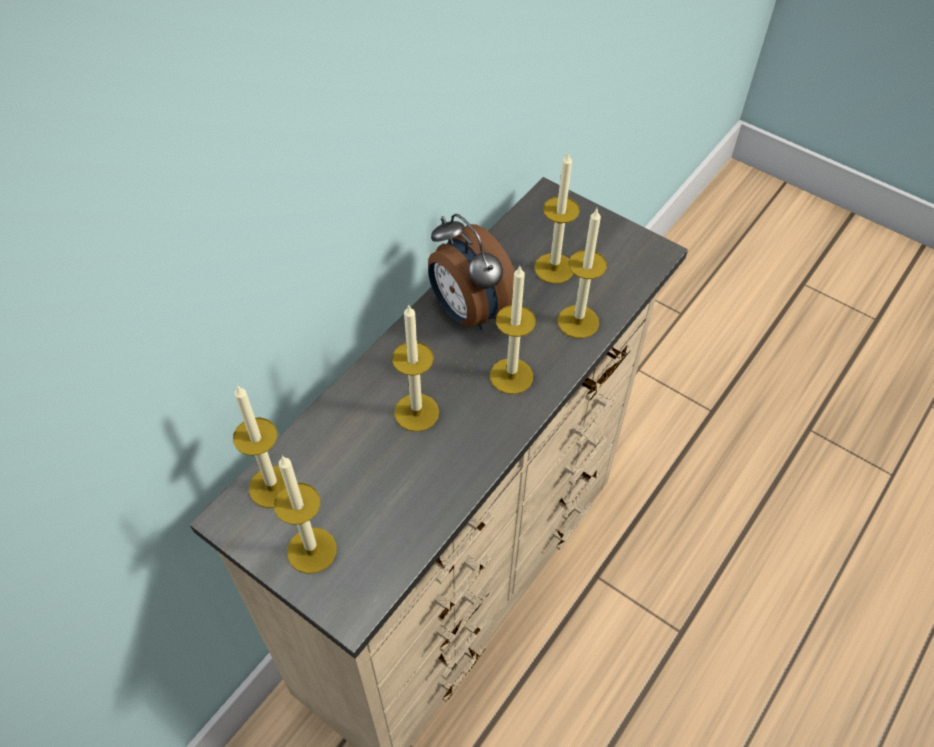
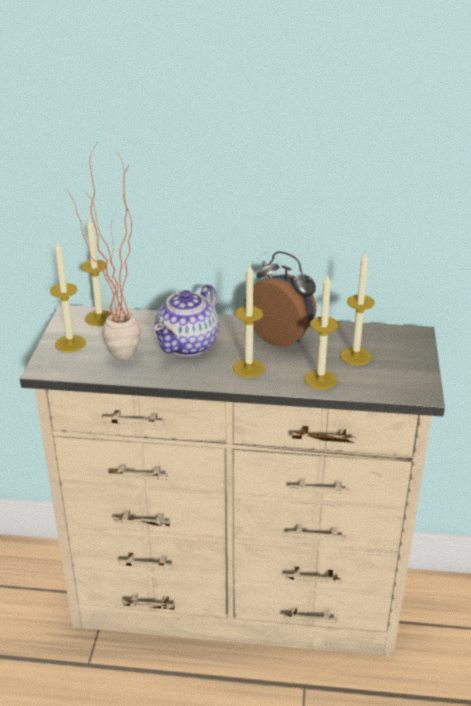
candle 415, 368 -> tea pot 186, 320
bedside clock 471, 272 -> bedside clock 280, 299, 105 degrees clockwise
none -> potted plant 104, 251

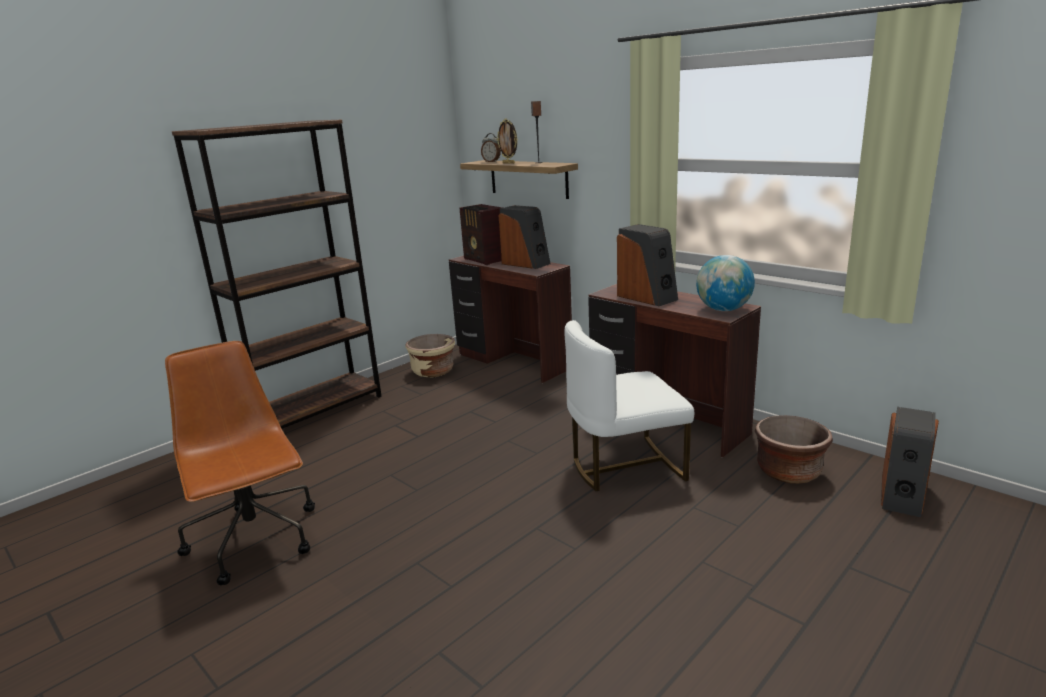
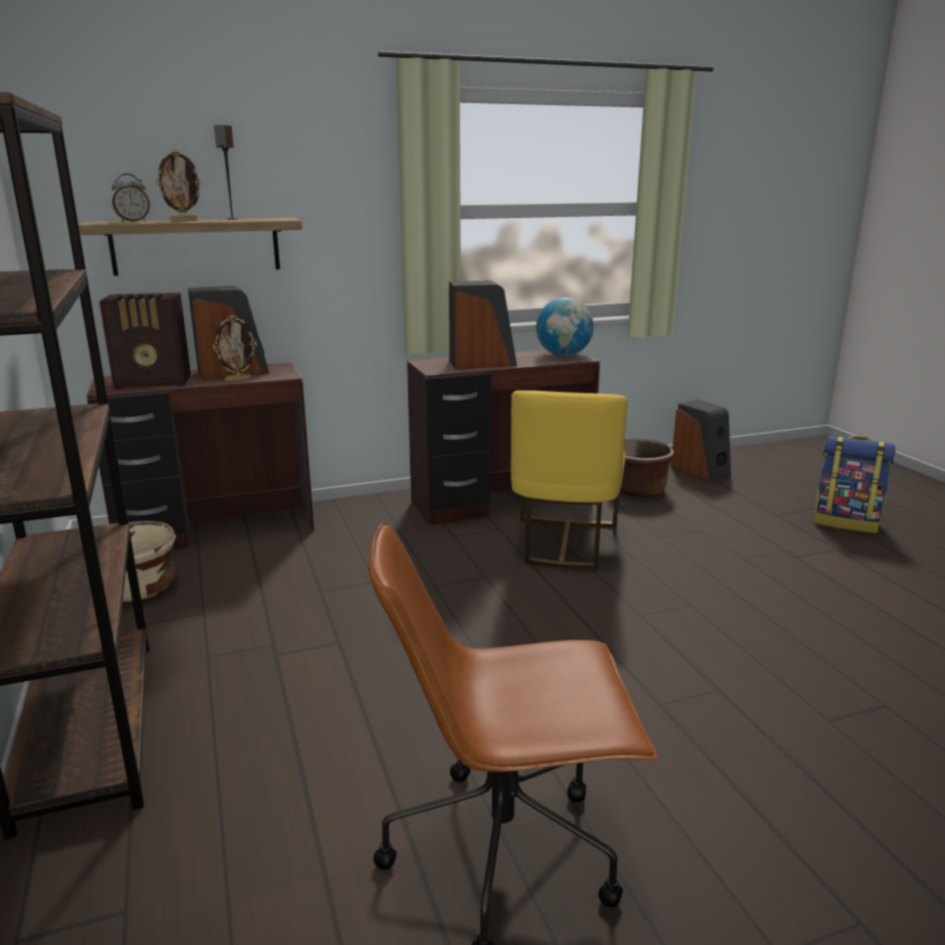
chair (white) 629, 405 -> chair (yellow-coloured) 569, 479
none -> photo frame 235, 348
none -> knapsack 855, 484

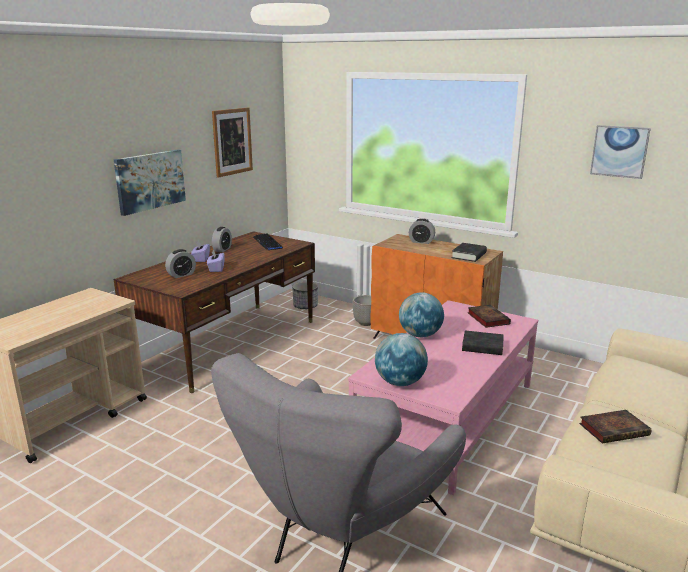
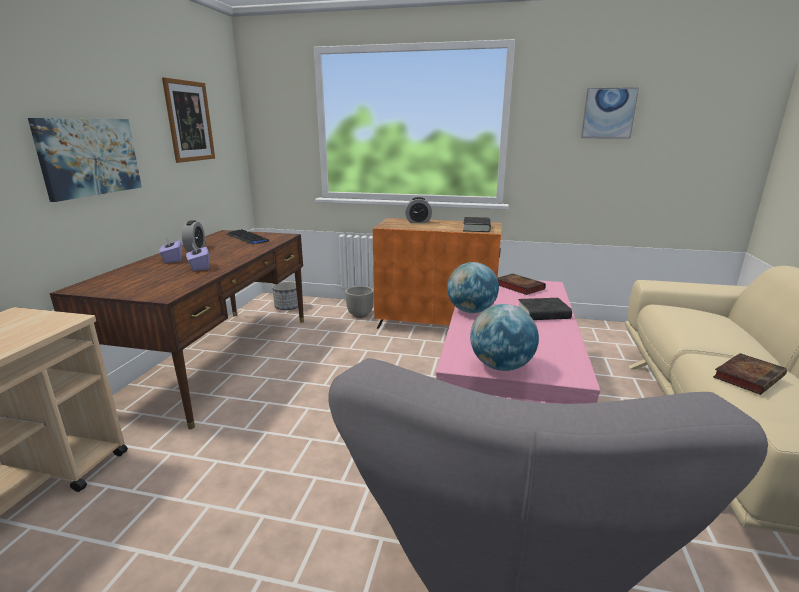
bedside clock 180, 263 -> none

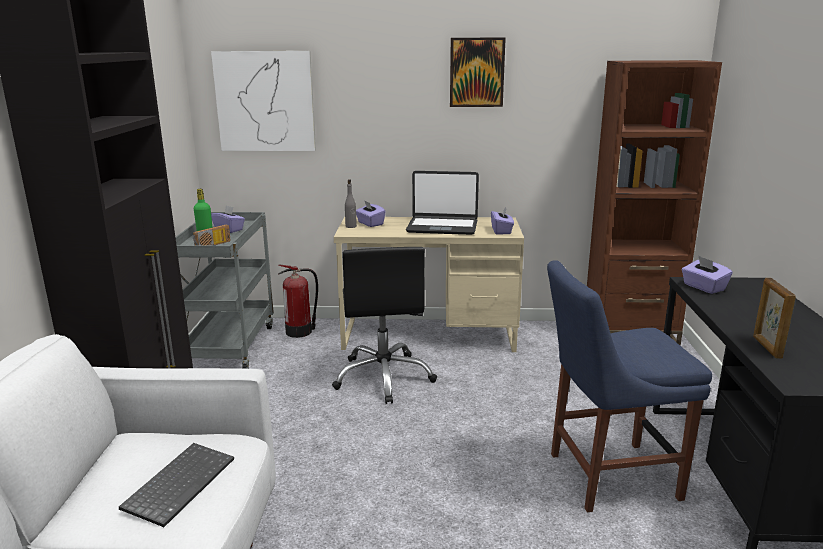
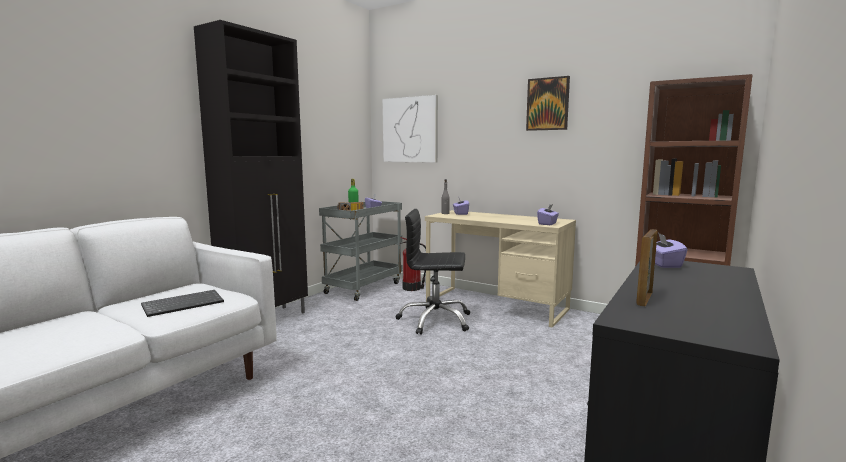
office chair (blackish) 384, 325 -> office chair (blackish) 433, 272, 75 degrees clockwise
portable computer 442, 203 -> none
chair (blue-coloured) 629, 386 -> none

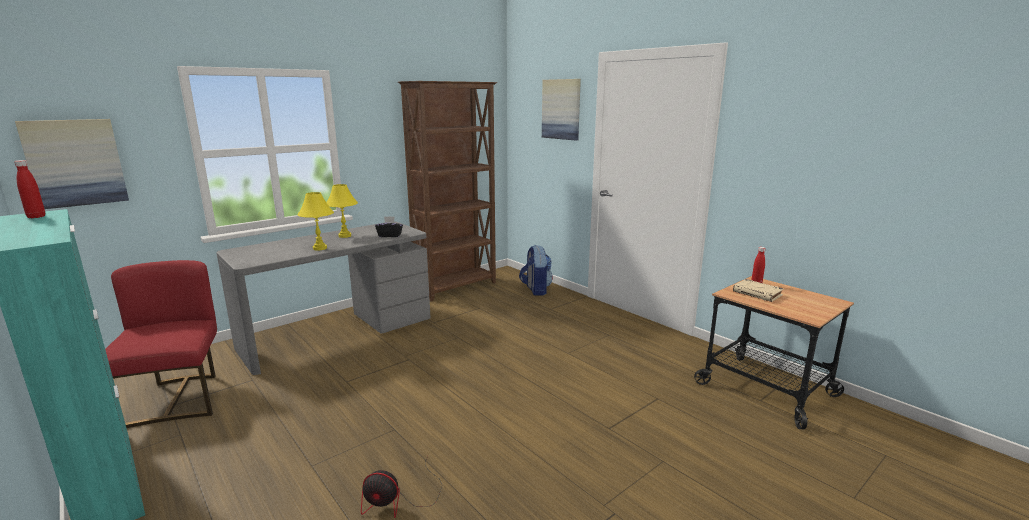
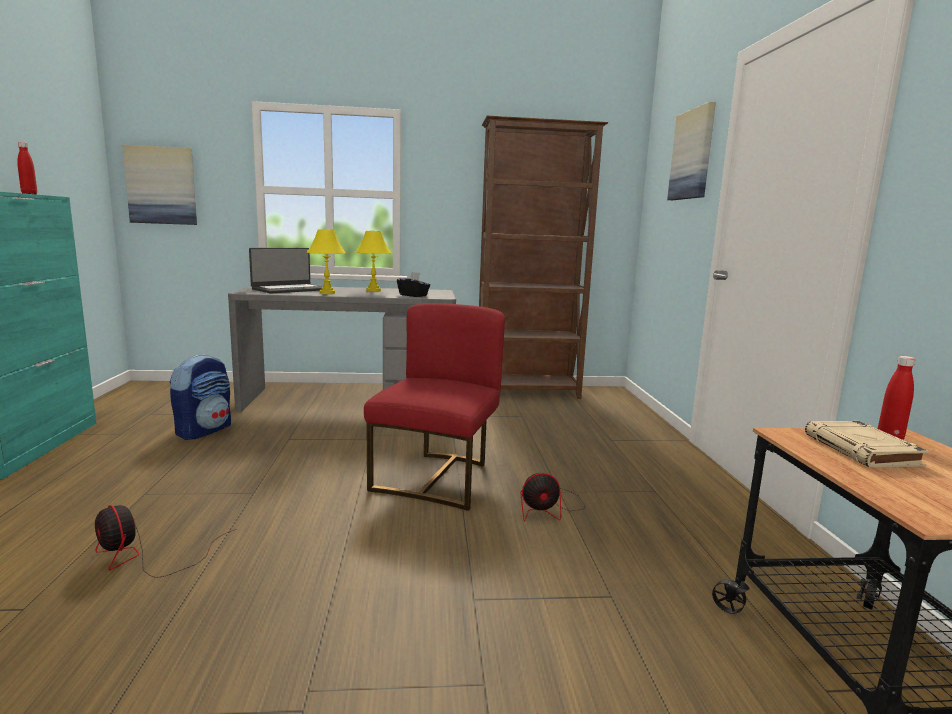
chair (red) 161, 344 -> chair (red) 434, 407, move
knapsack 536, 270 -> knapsack 200, 397, move
none -> portable computer 286, 271
none -> cooling fan 553, 497

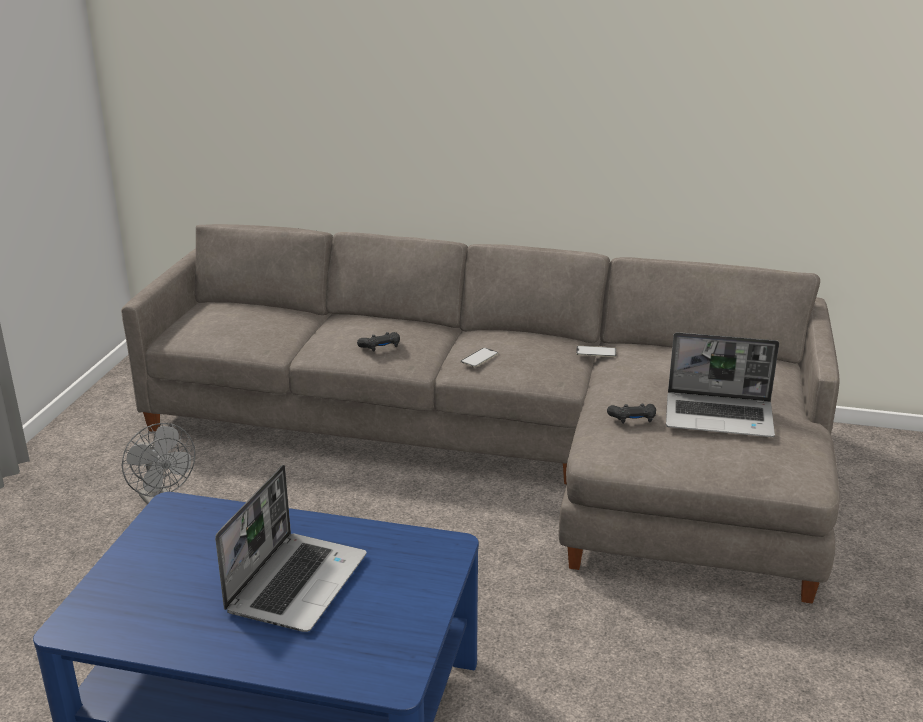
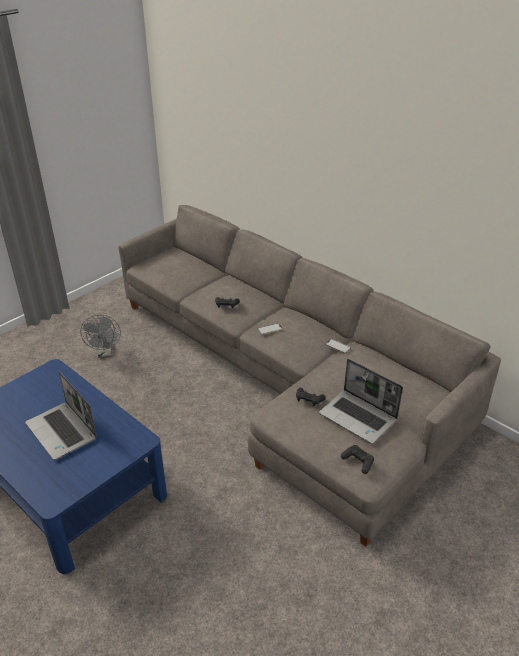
portable computer 290, 548 -> portable computer 61, 415, 90 degrees clockwise
none -> game controller (blackish) 357, 459

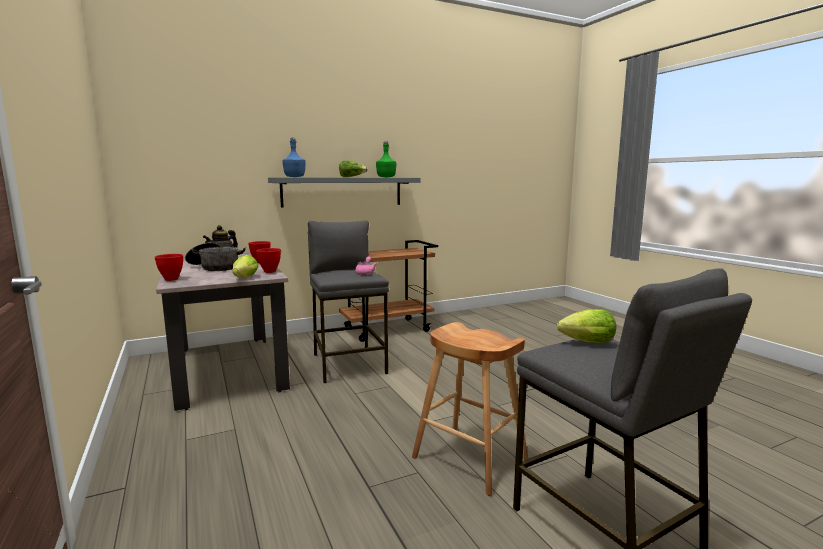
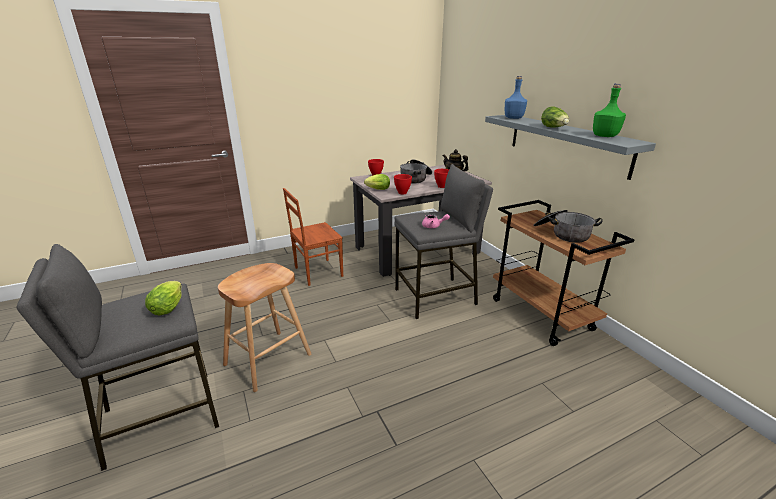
none -> chair (brownish) 313, 237
none -> saucepot 568, 226

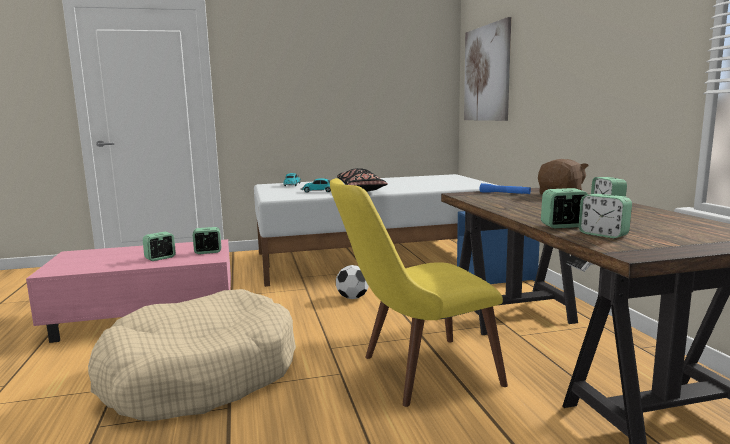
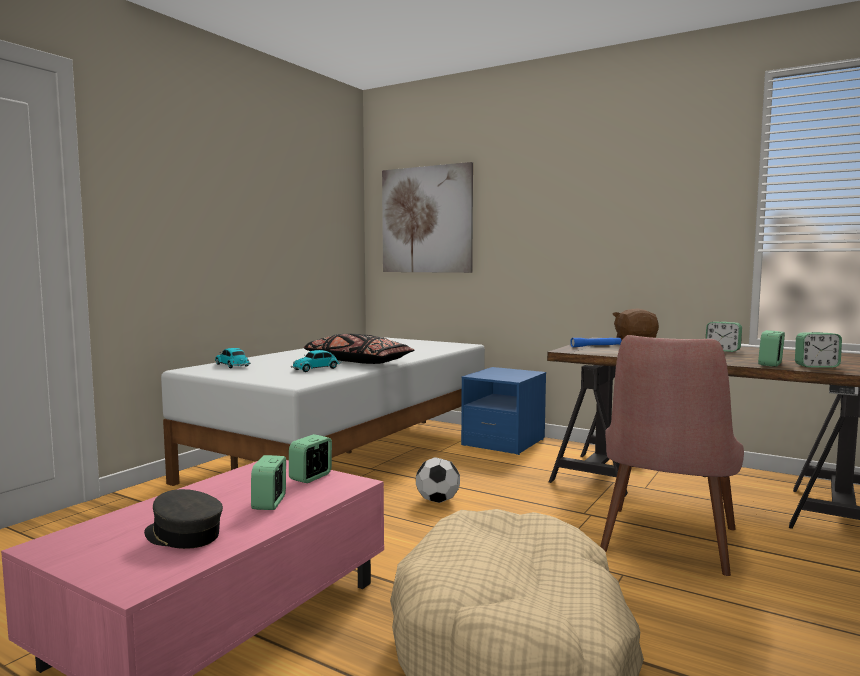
chair (yellow-coloured) 419, 292 -> chair (pinkish) 672, 455
none -> cap (gray) 183, 519

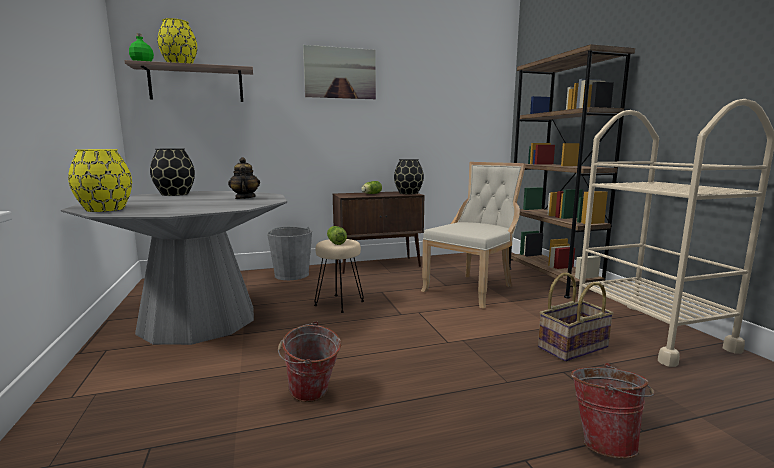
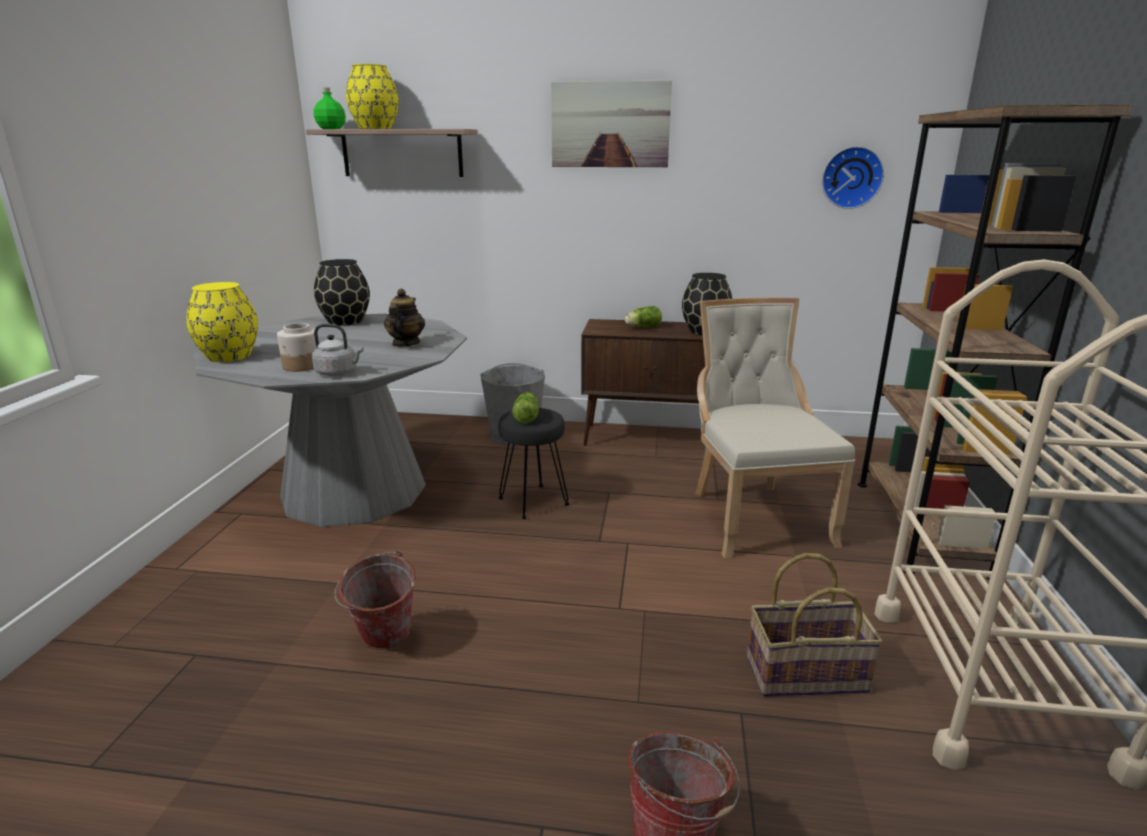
stool seat (beige-coloured) 339, 276 -> stool seat (blackish) 533, 463
chair (beige-coloured) 473, 235 -> chair (beige-coloured) 775, 428, 75 degrees counterclockwise
none -> preserve jar 298, 347
none -> water kettle (gray) 337, 350
none -> clock on the wall 853, 177

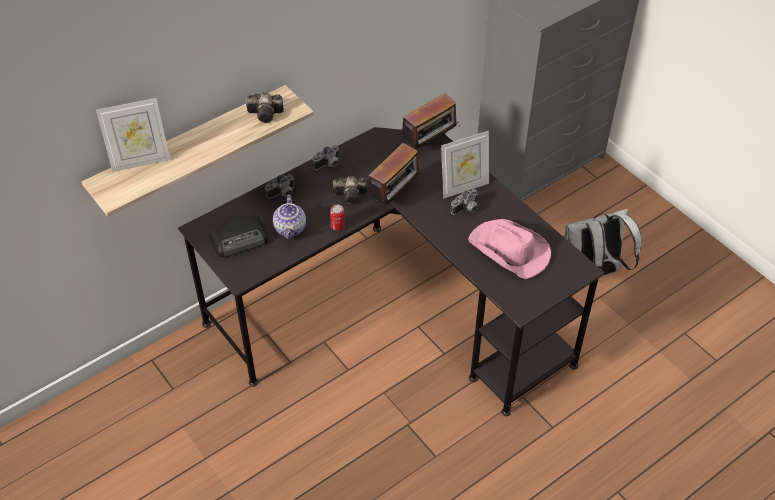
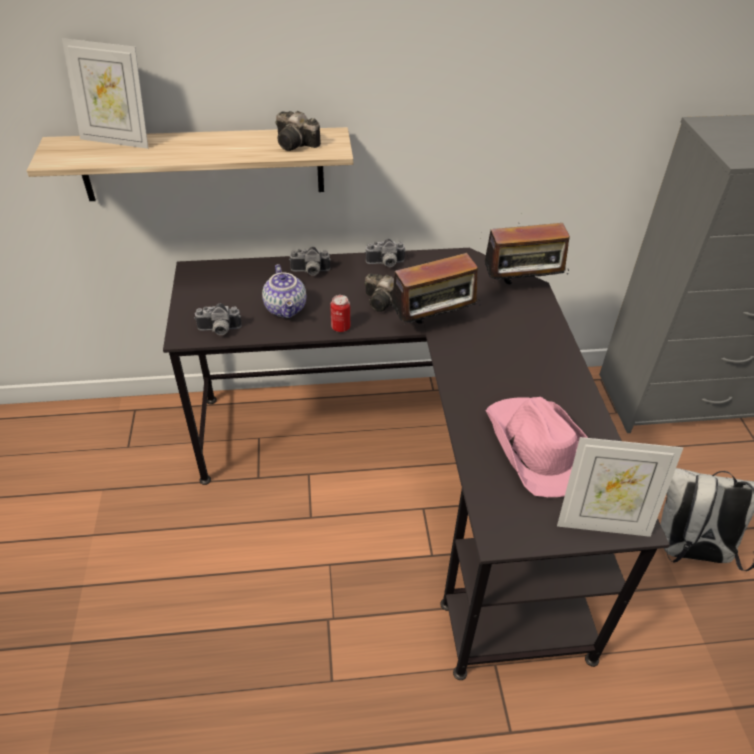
radio set 238, 236 -> none
tea pot 289, 217 -> tea pot 284, 291, 45 degrees counterclockwise
photo frame 465, 165 -> photo frame 620, 487, move
still camera 465, 202 -> still camera 218, 319, move

